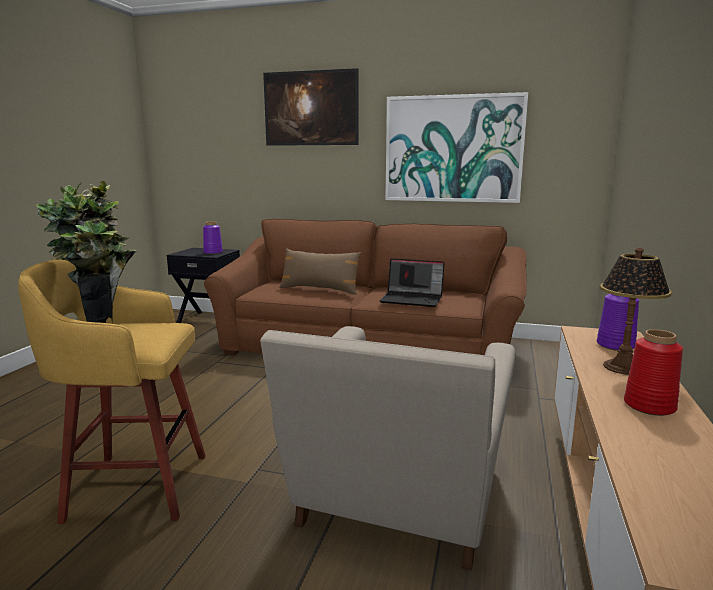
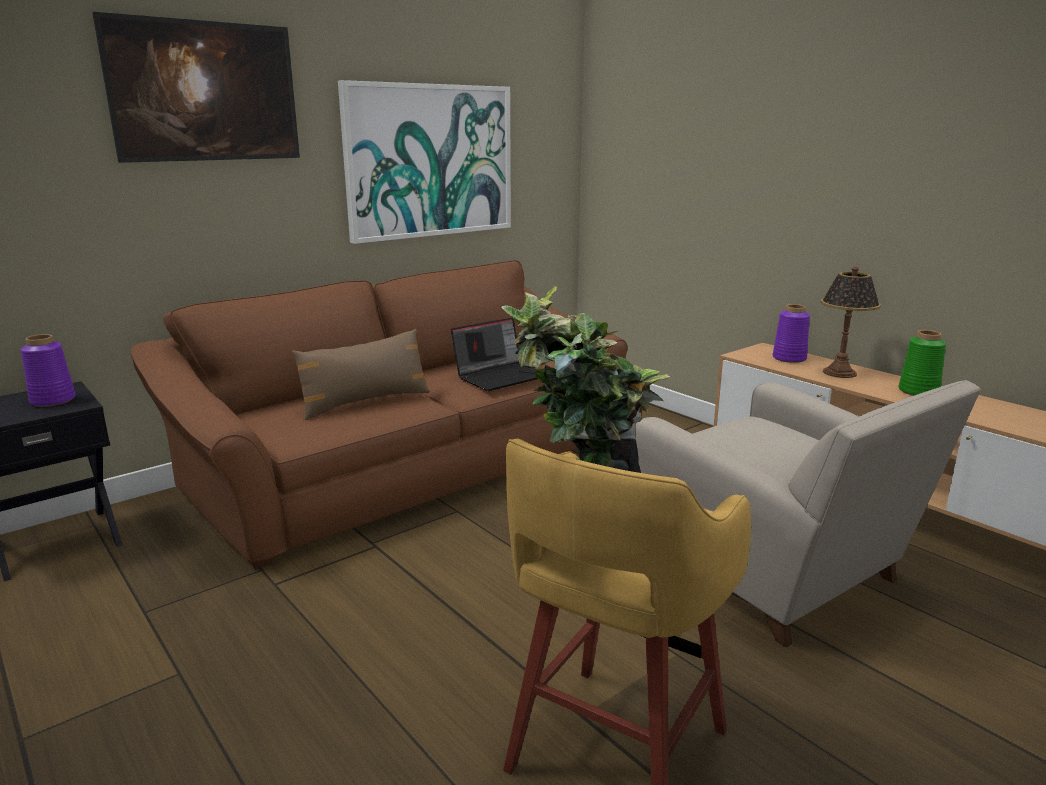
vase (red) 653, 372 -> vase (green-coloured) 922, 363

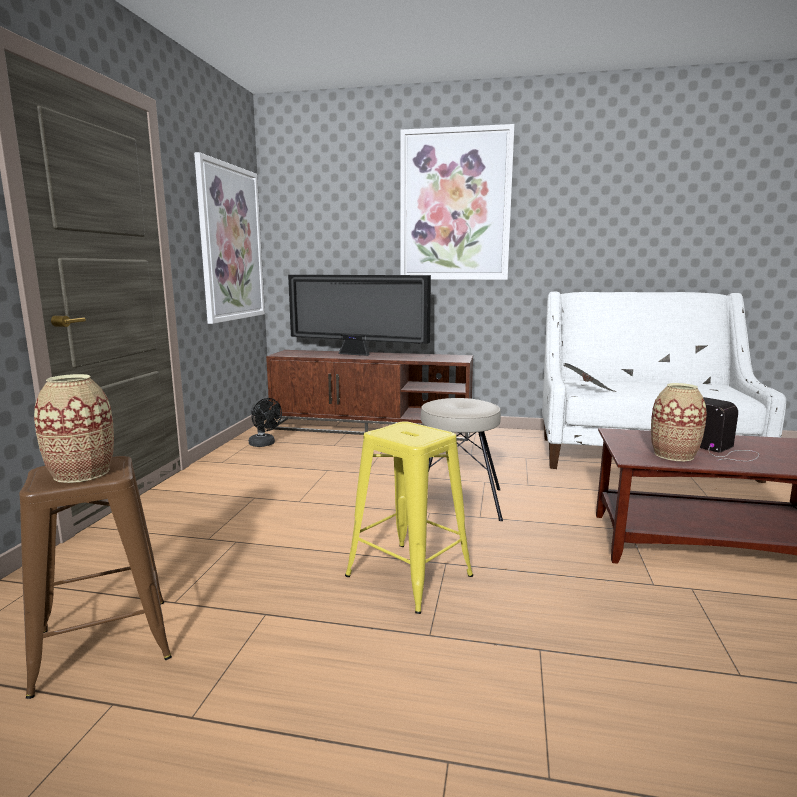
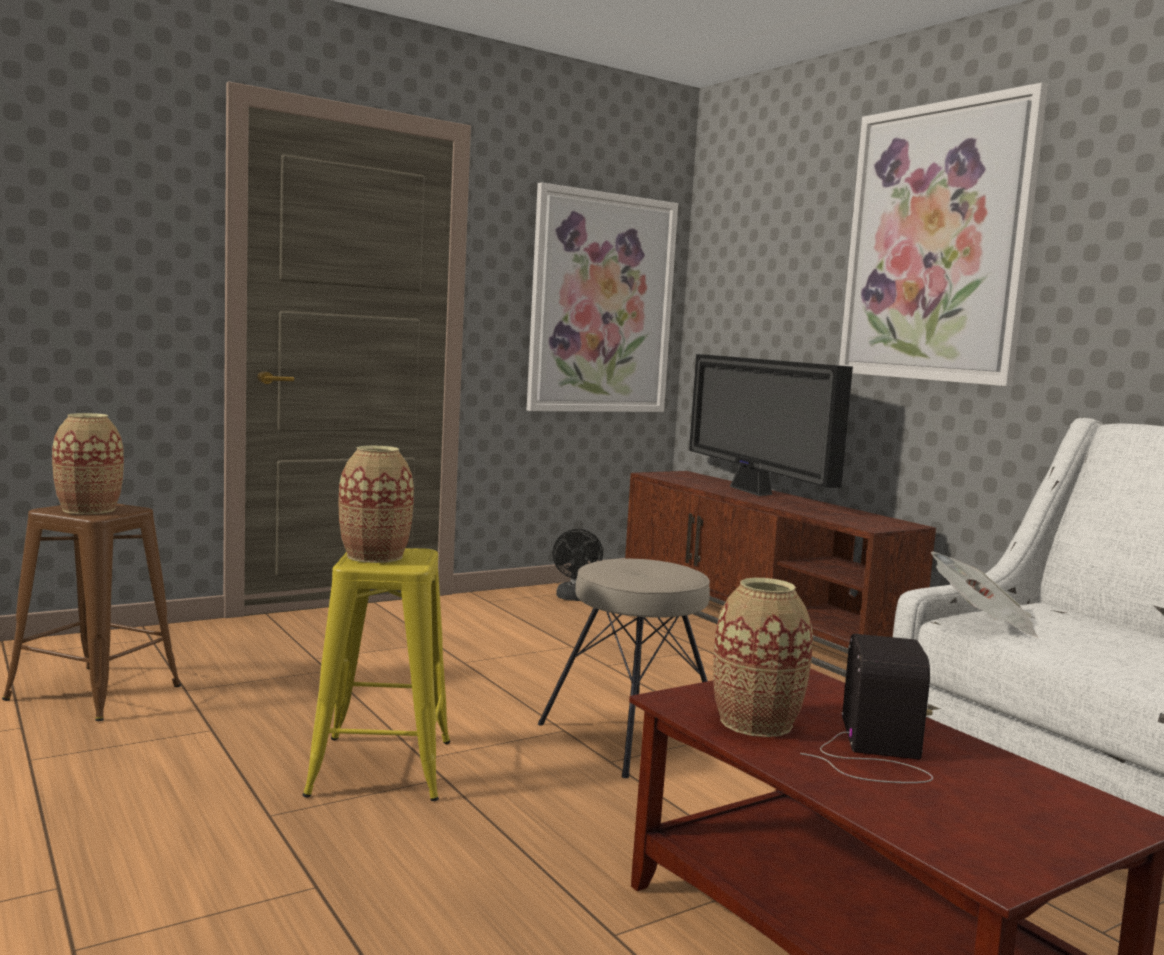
none -> vase 376, 504

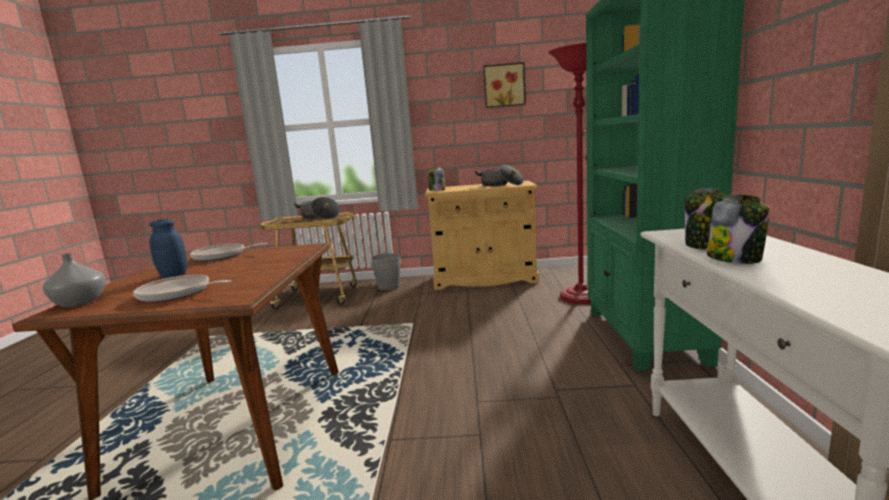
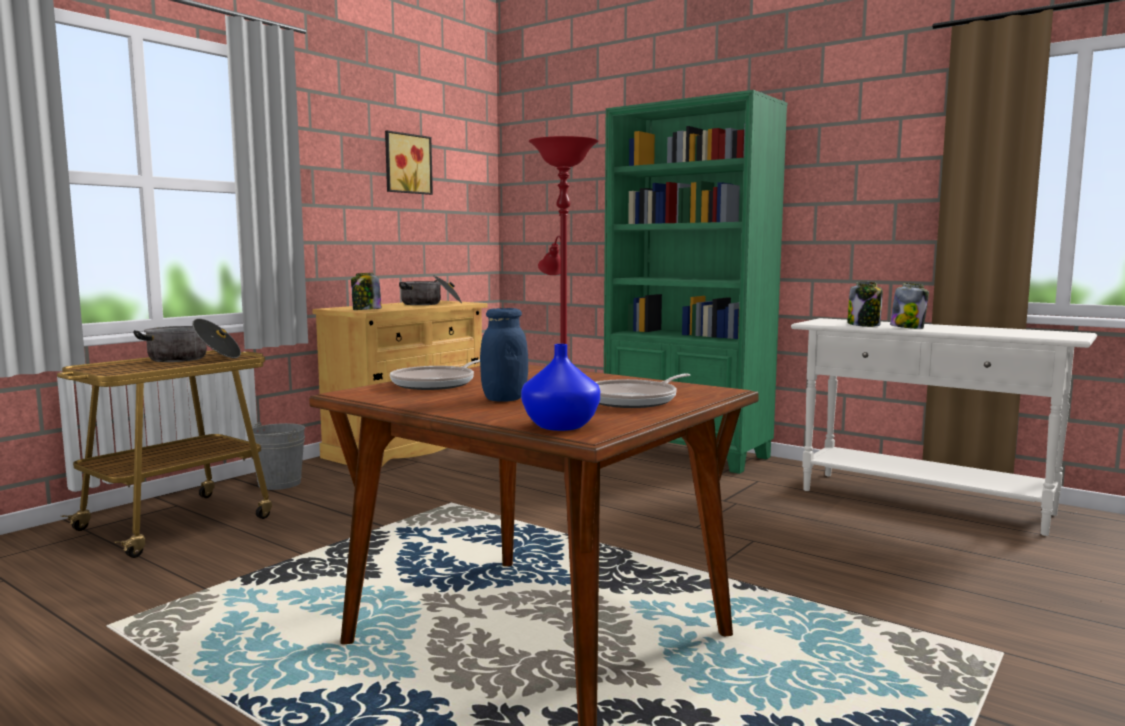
vase (gray) 73, 280 -> vase (blue-coloured) 560, 387

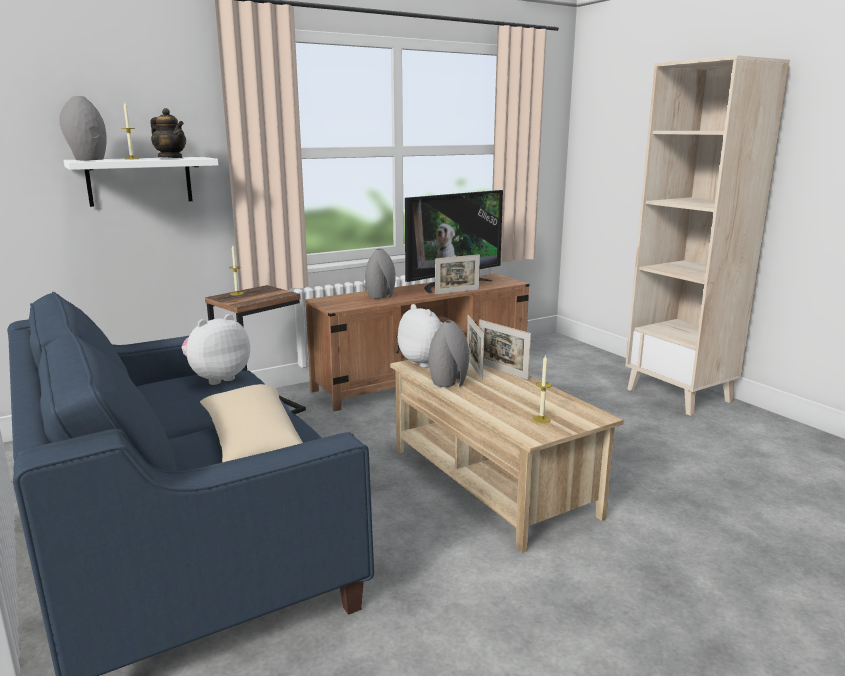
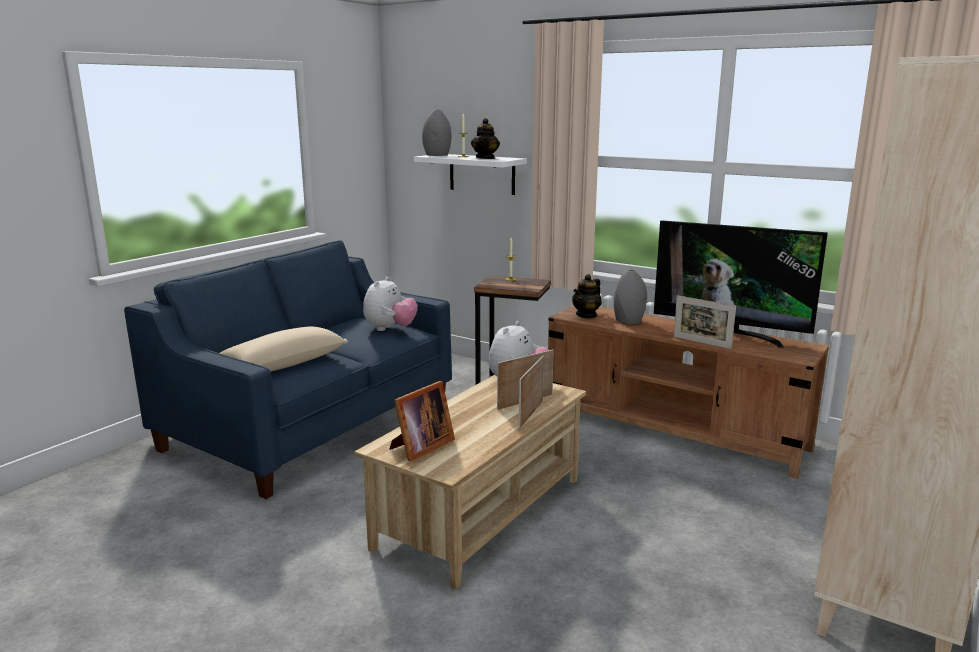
cuddly toy 215, 349 -> cuddly toy 390, 304, 90 degrees clockwise
vase (gray) 448, 353 -> none
candle 542, 389 -> photo frame 422, 421
none -> tea pot 587, 296

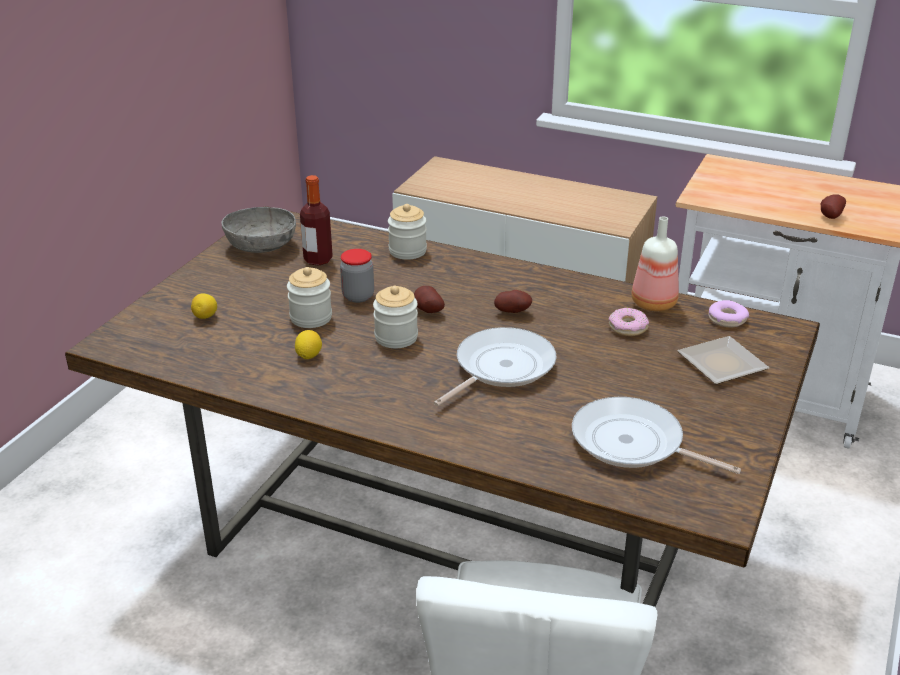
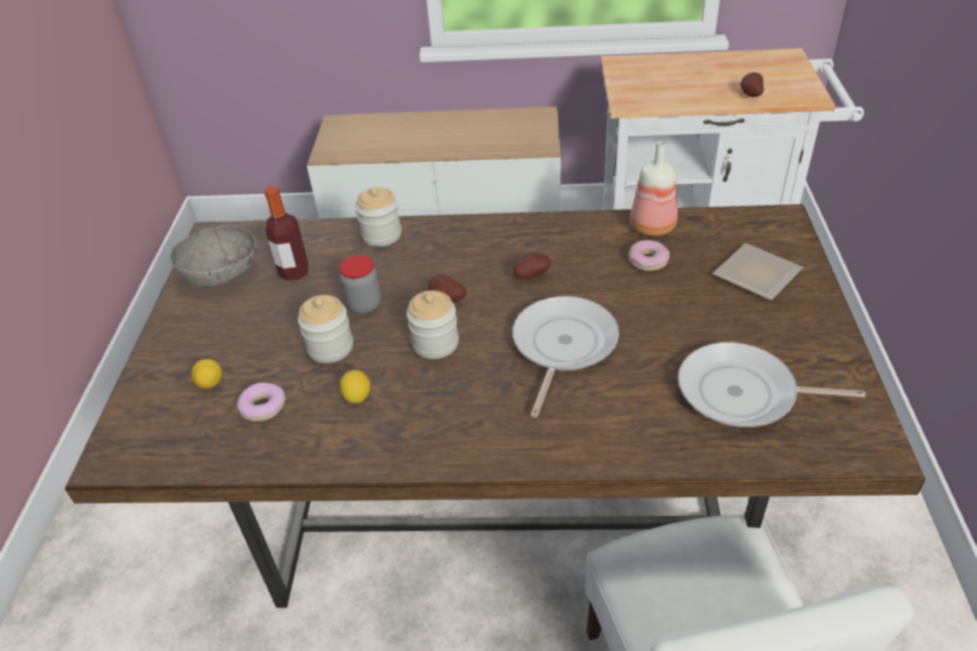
doughnut 729, 314 -> doughnut 261, 401, move

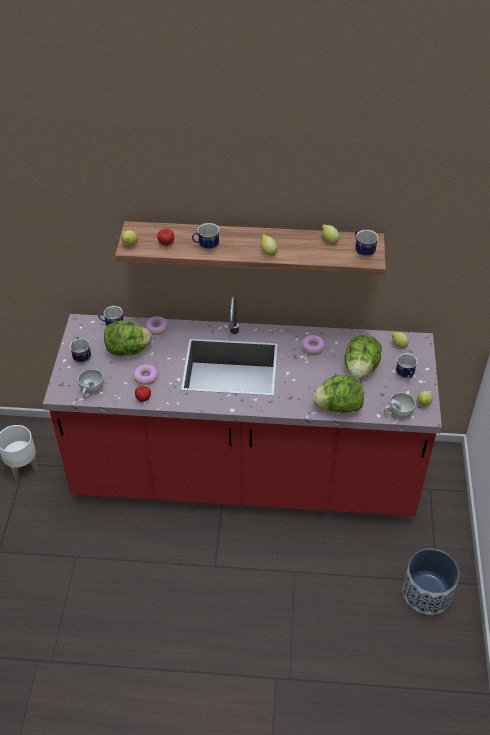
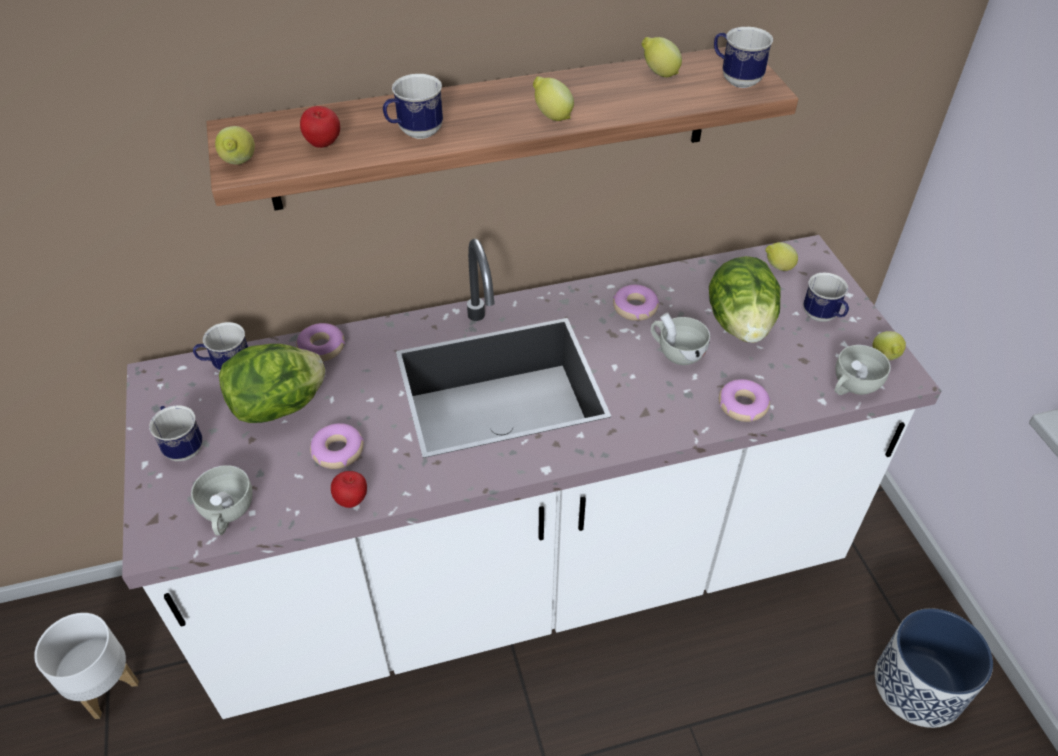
kitchen counter (red) 242, 405 -> kitchen counter (white) 532, 477
lettuce head 338, 394 -> doughnut 744, 400
none -> small cup (white) 680, 338

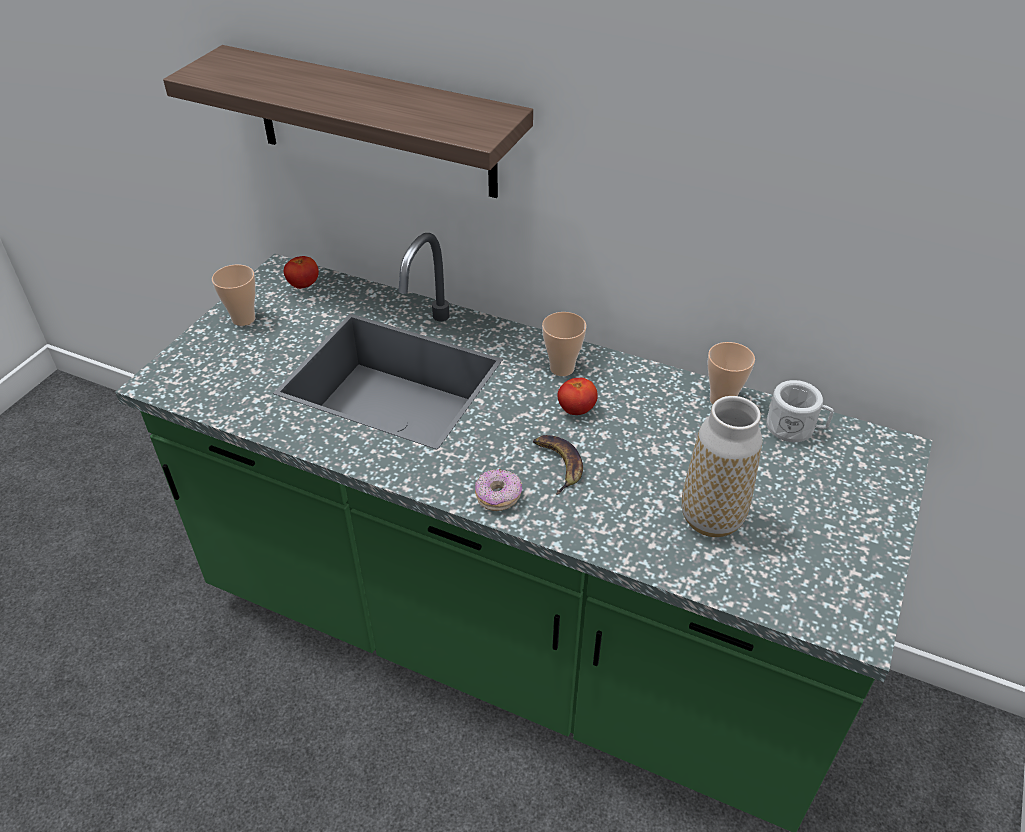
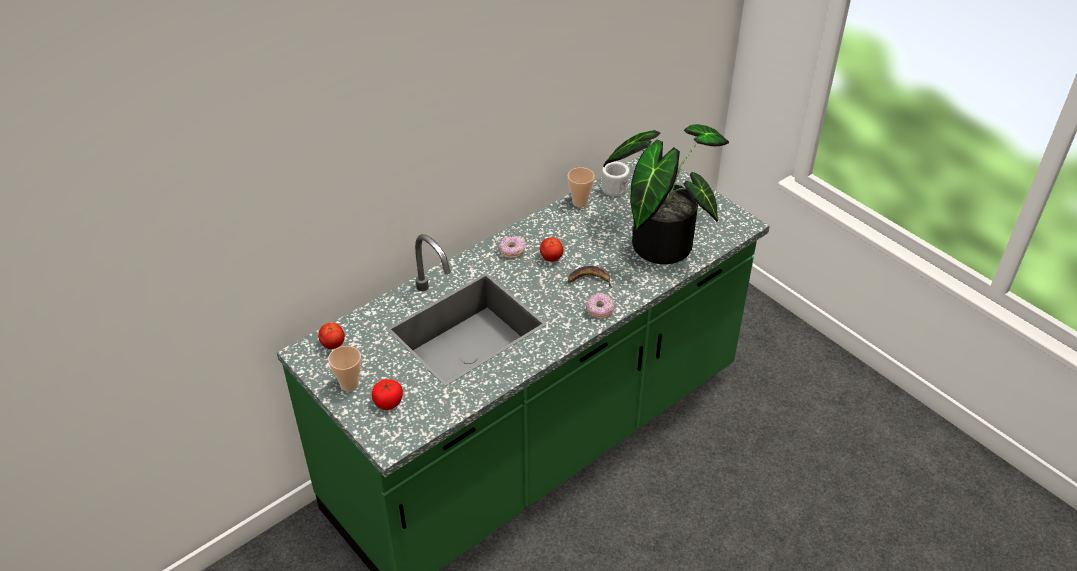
bracket shelf 348, 121 -> none
small cup 564, 344 -> doughnut 512, 247
vase 721, 466 -> potted plant 666, 194
none -> tomato 387, 394

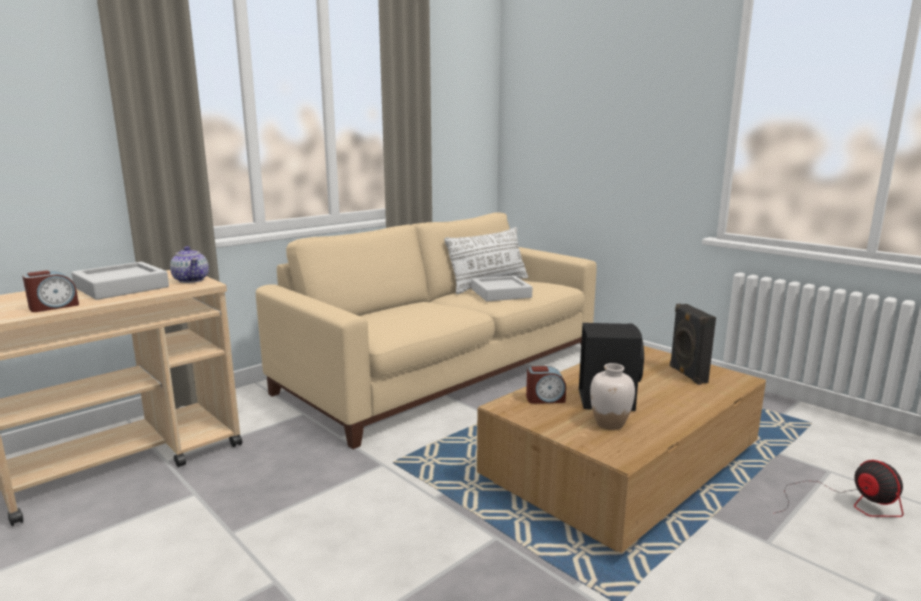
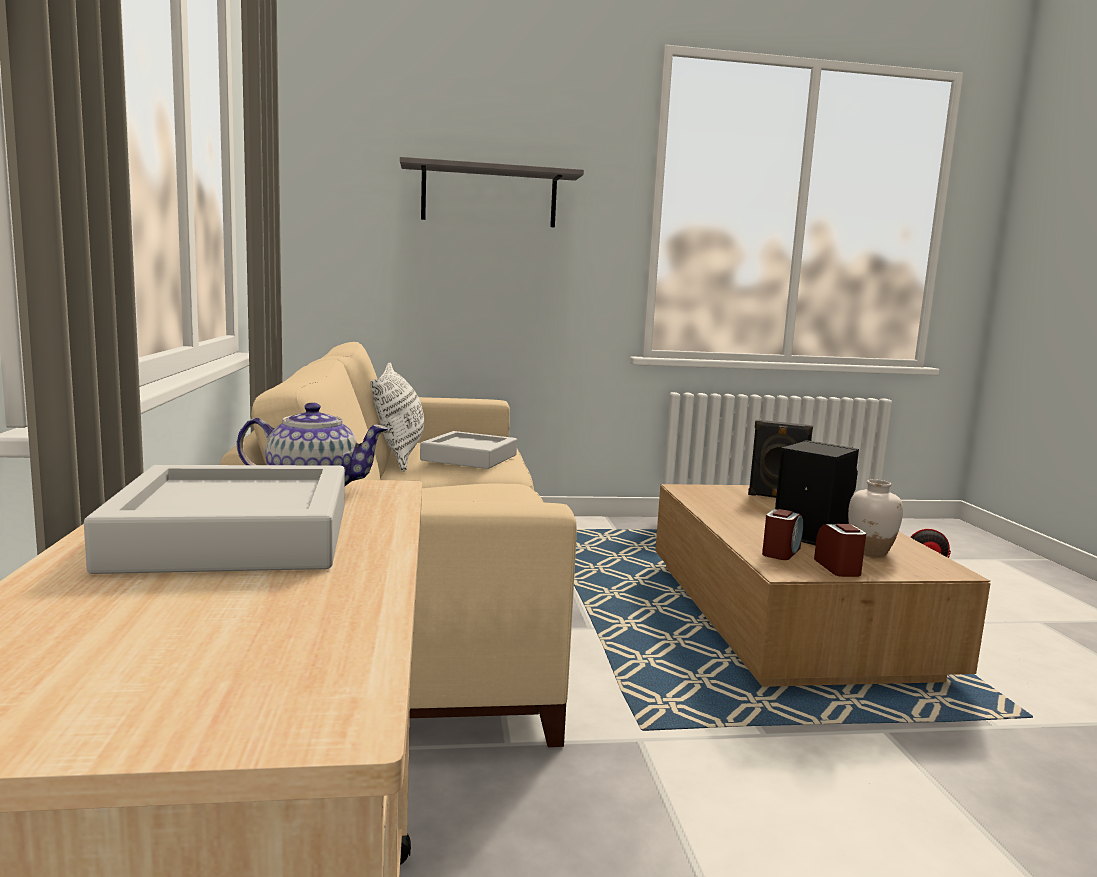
bedside clock 50, 291 -> bedside clock 840, 550, move
none -> bracket shelf (gray) 492, 192

